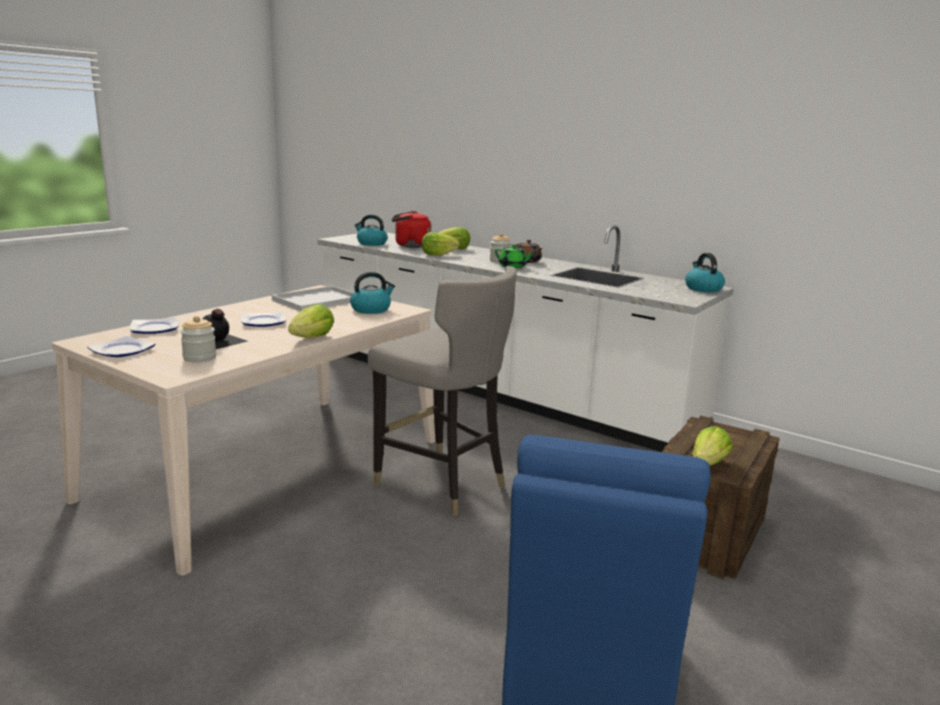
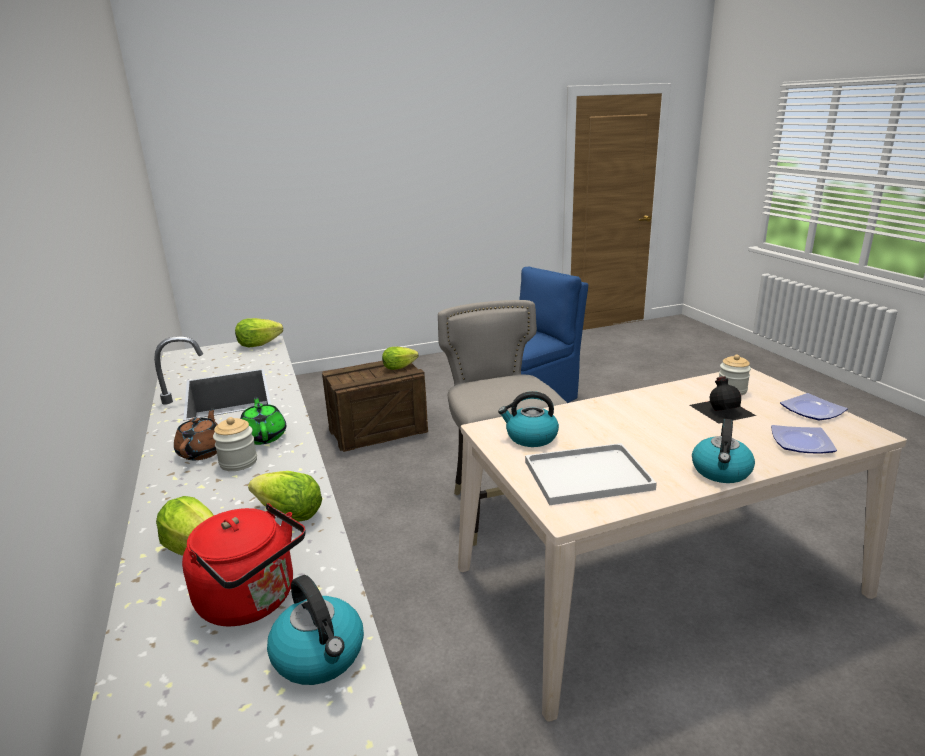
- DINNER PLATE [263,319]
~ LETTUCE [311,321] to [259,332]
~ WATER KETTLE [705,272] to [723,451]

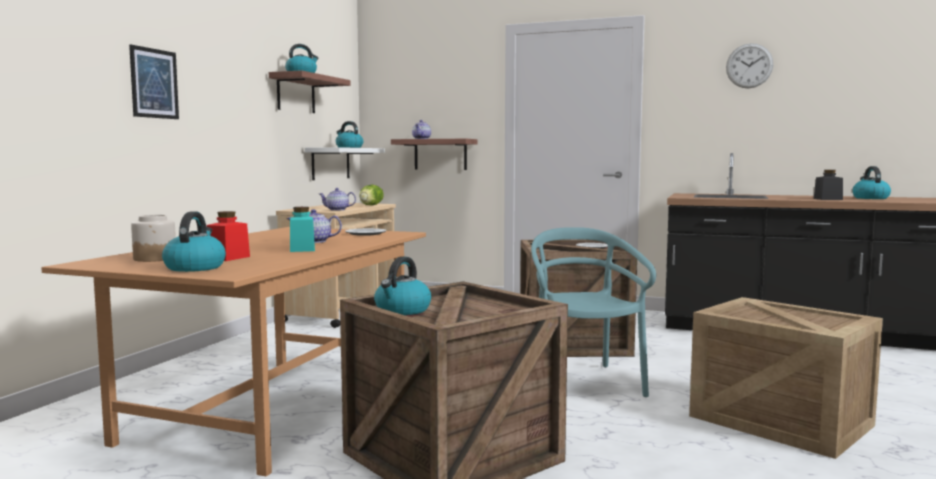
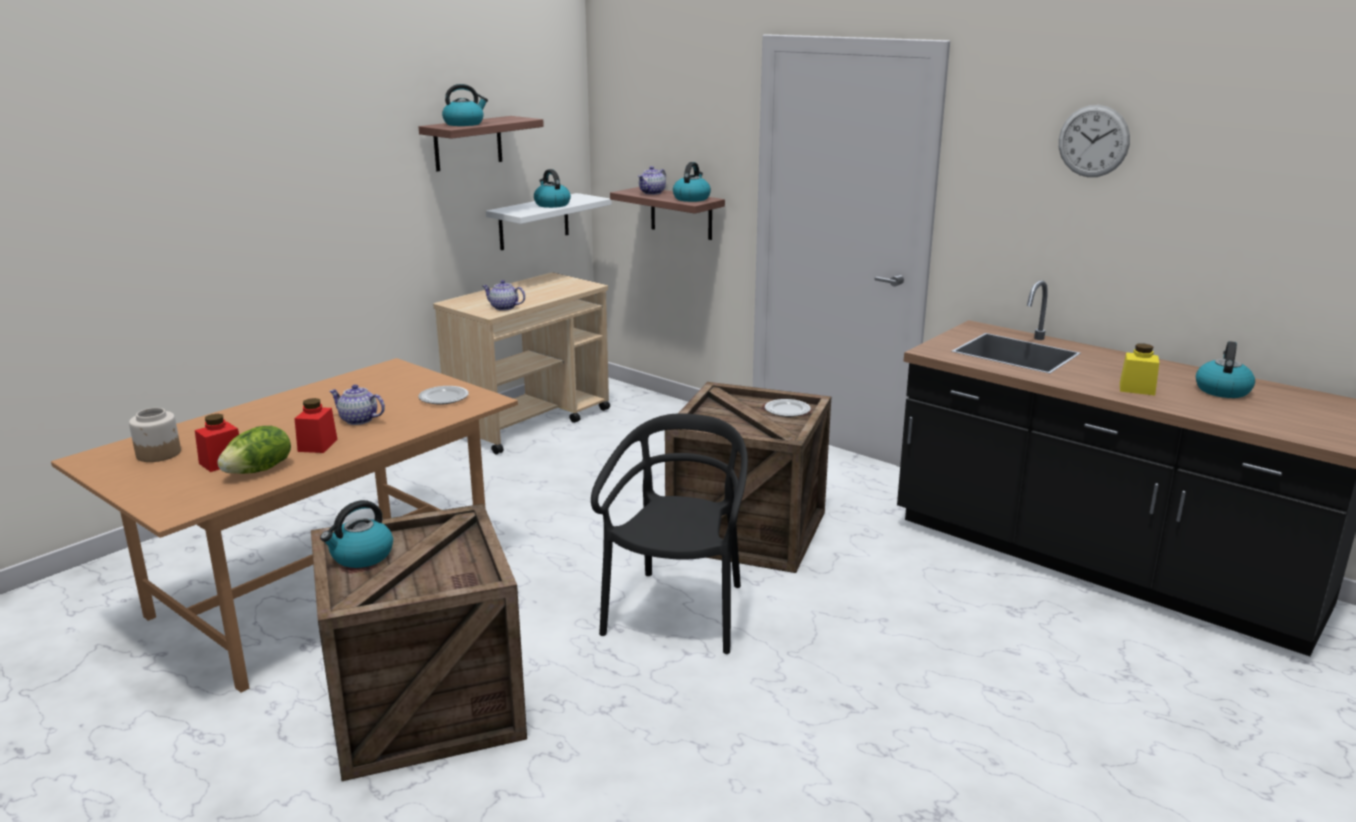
- WALL ART [154,81]
~ WATER KETTLE [194,242] to [692,182]
~ TURQUOISE PRESERVE JAR [302,229] to RED-COLOURED PRESERVE JAR [316,425]
~ LETTUCE [372,195] to [254,450]
~ TURQUOISE CHAIR [593,312] to BLACK-COLOURED CHAIR [669,533]
- CRATE [786,378]
~ BLACK-COLOURED PRESERVE JAR [828,185] to YELLOW-COLOURED PRESERVE JAR [1139,369]

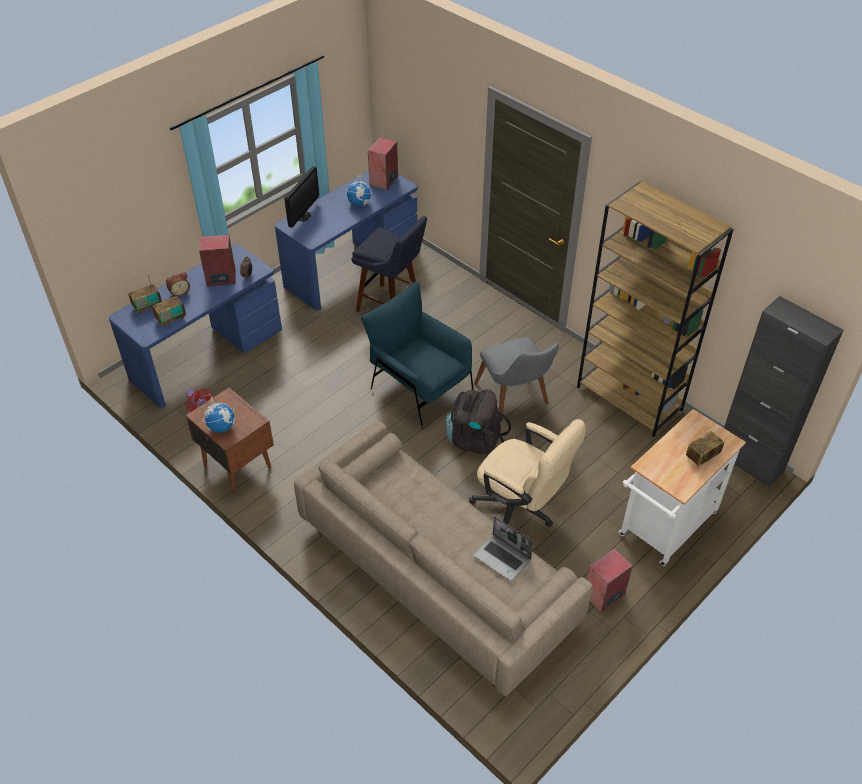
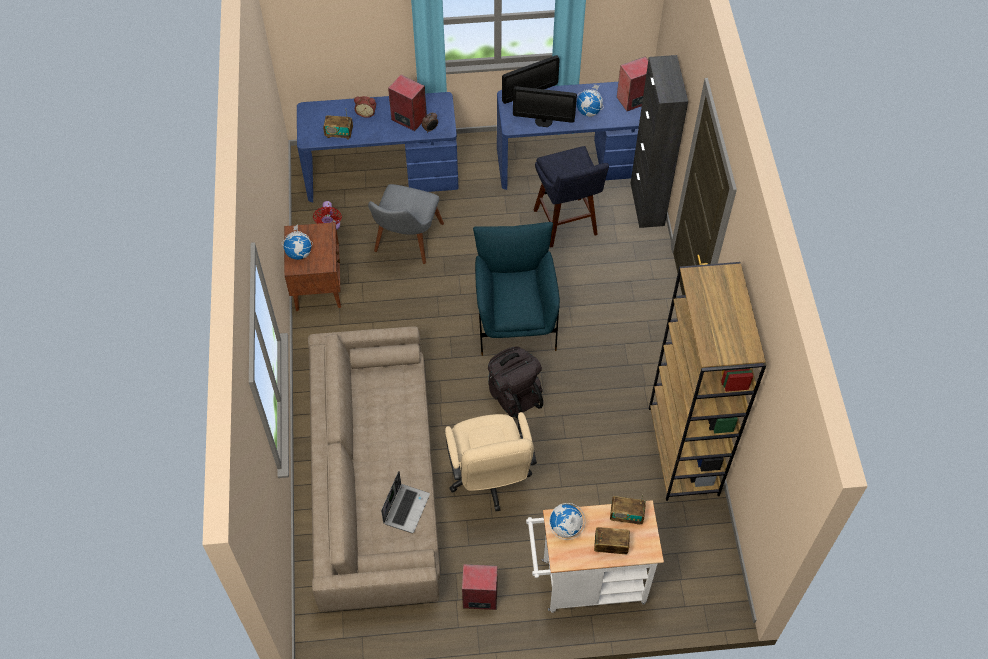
~ RADIO SET [145,294] to [628,510]
~ GREY CHAIR [516,375] to [406,224]
~ NOTEBOOK COMPUTER [503,548] = [405,502] 150 degrees counterclockwise
~ BLACK-COLOURED CUPBOARD [783,391] to [659,141]
+ MONITOR [545,106]
+ GLOBE [567,521]

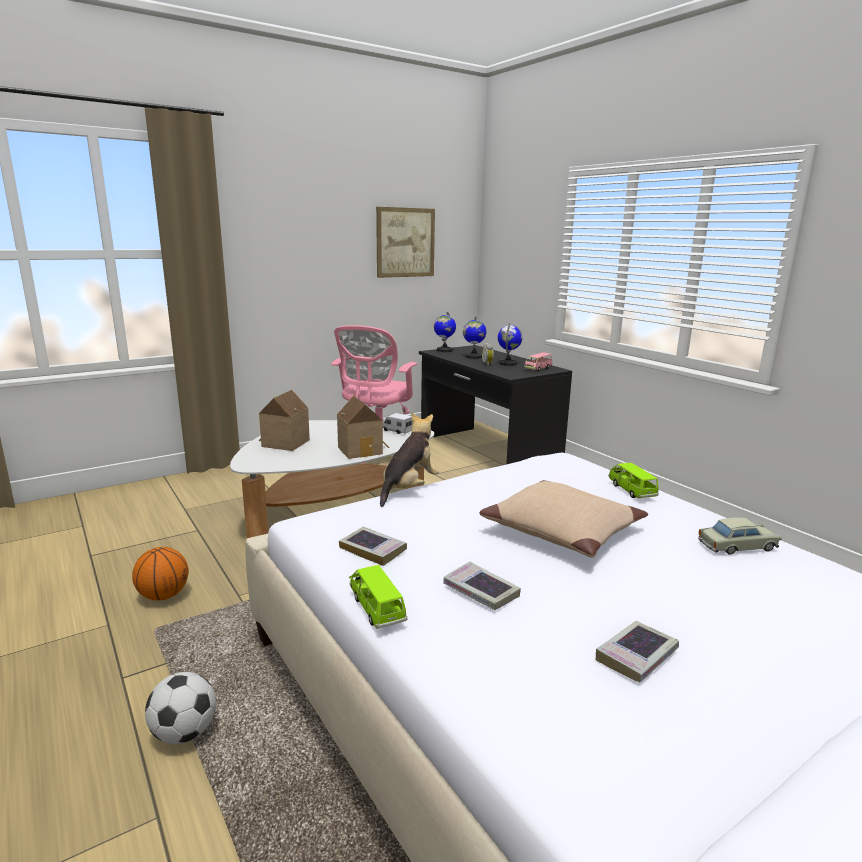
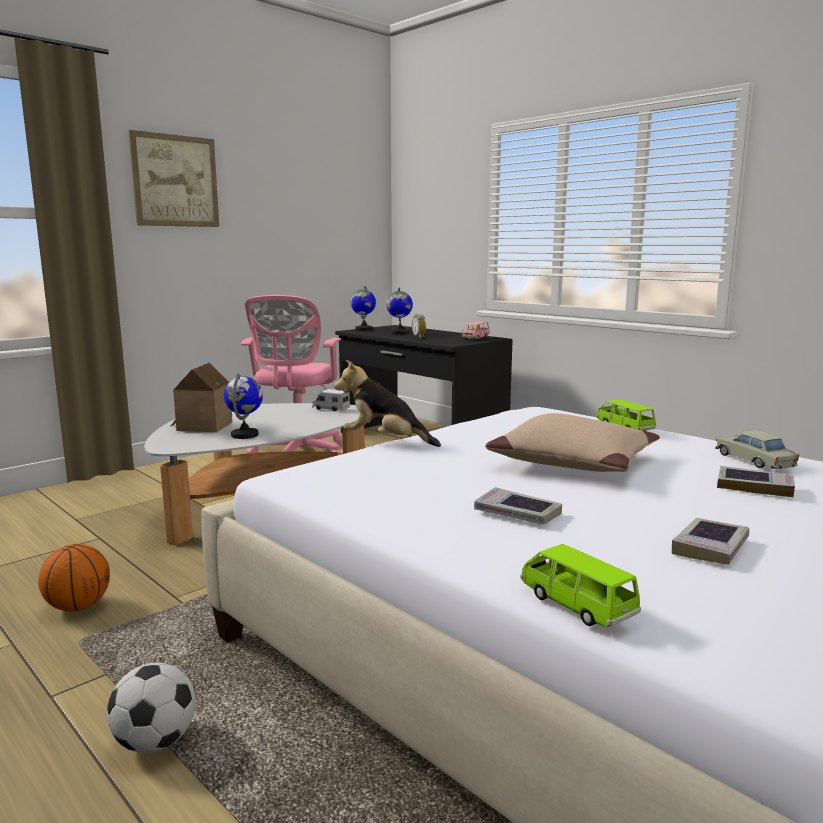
- TOY HOUSE [363,427]
~ BOOK [373,546] to [756,481]
~ GREEN-COLOURED MODEL CAR [378,597] to [580,585]
~ WALL ART [405,242] to [173,178]
~ PLUSH TOY [409,460] = [387,403] 90 degrees counterclockwise
~ GLOBE [510,344] to [243,406]
~ BEIGE MODEL CAR [740,536] = [757,449] 90 degrees counterclockwise

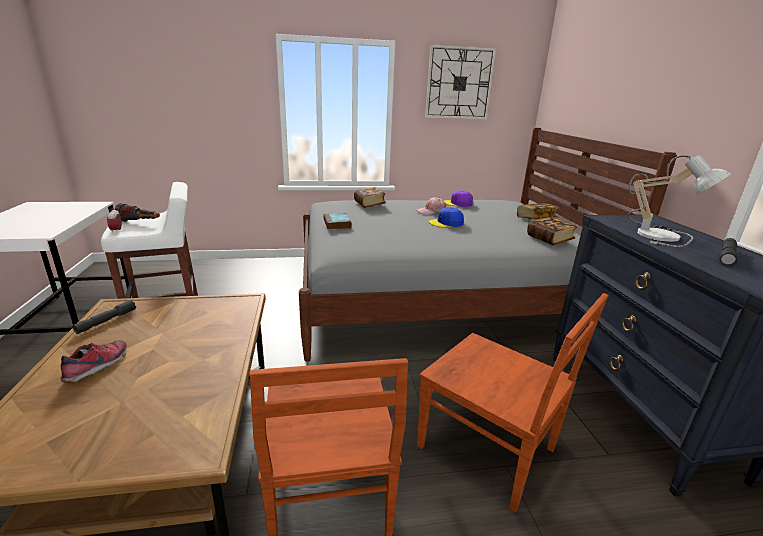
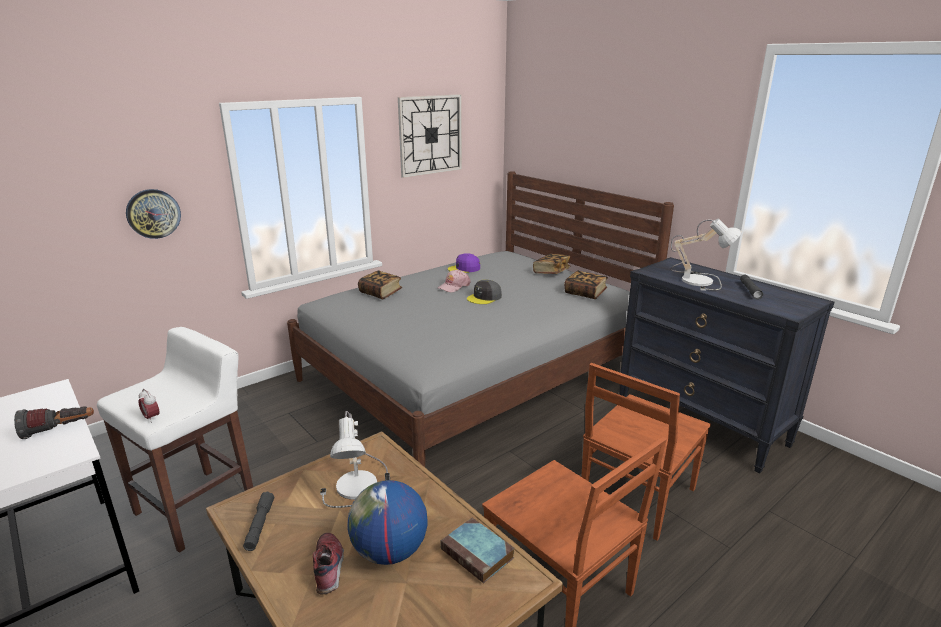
~ TORCH [137,212] to [54,422]
~ BOOK [337,221] to [477,550]
~ BROWNISH CHAIR [513,402] = [646,452] 120 degrees clockwise
~ BLUE BASEBALL CAP [446,217] to GREY BASEBALL CAP [484,292]
+ WALL CLOCK [153,214]
+ TABLETOP LAMP [355,459]
+ GLOBE [387,522]

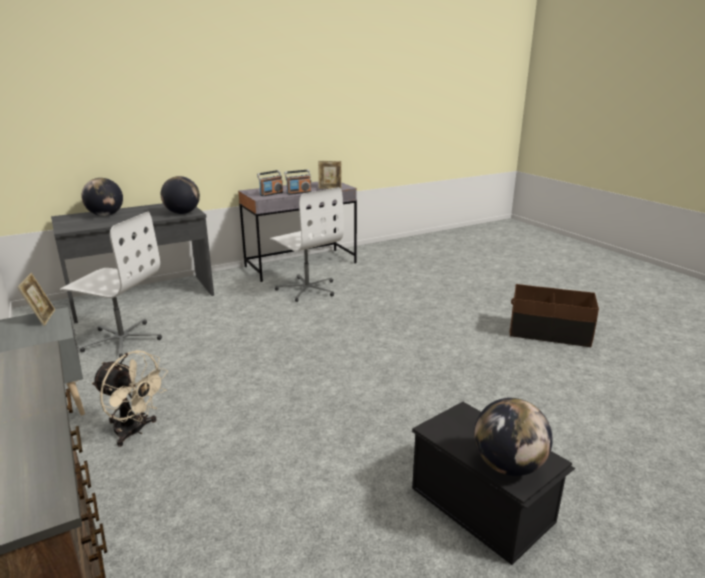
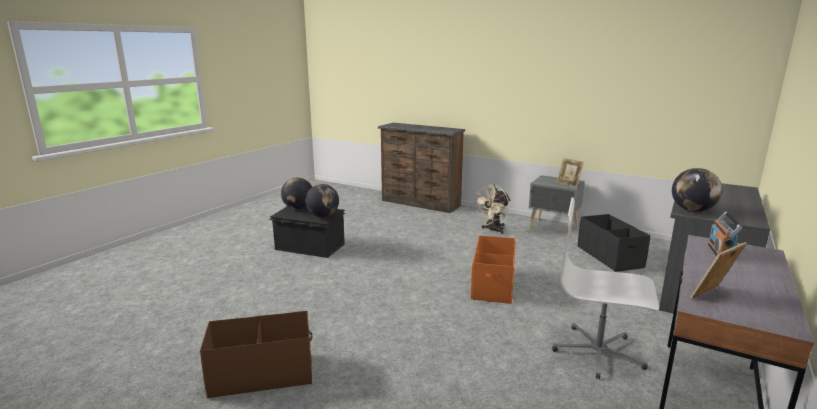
~ WHITE DESK CHAIR [111,285] to BLACK-COLOURED STORAGE CONTAINER [614,243]
~ GLOBE [102,197] to [322,200]
~ BEIGE COOLING FAN [130,398] = [492,209] 45 degrees counterclockwise
- RADIO SET [298,182]
+ ORANGEY STORAGE CONTAINER [493,269]

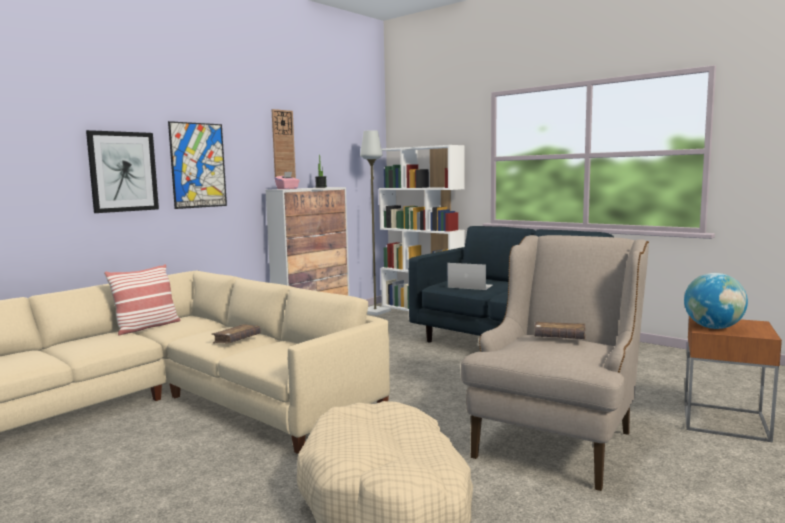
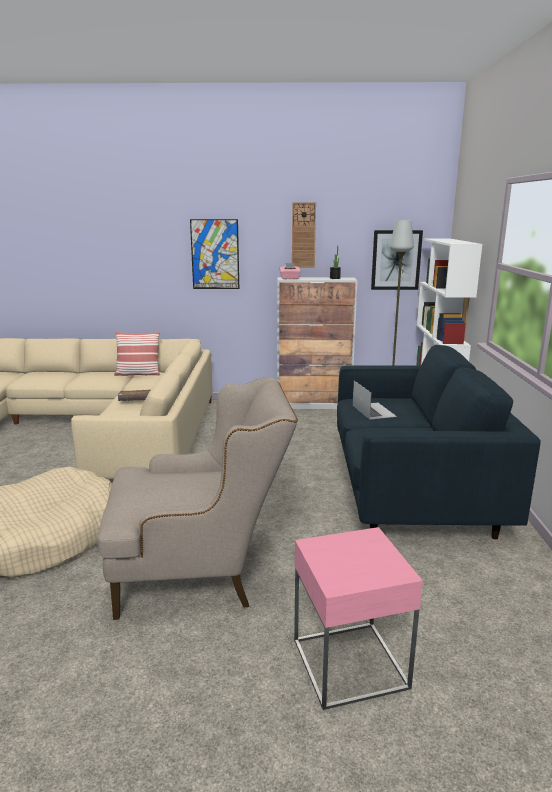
~ WALL ART [122,171] to [397,260]
- BROWNISH BOOK [560,330]
- GLOBE [716,301]
~ BROWNISH END TABLE [733,379] to PINK-COLOURED END TABLE [358,618]

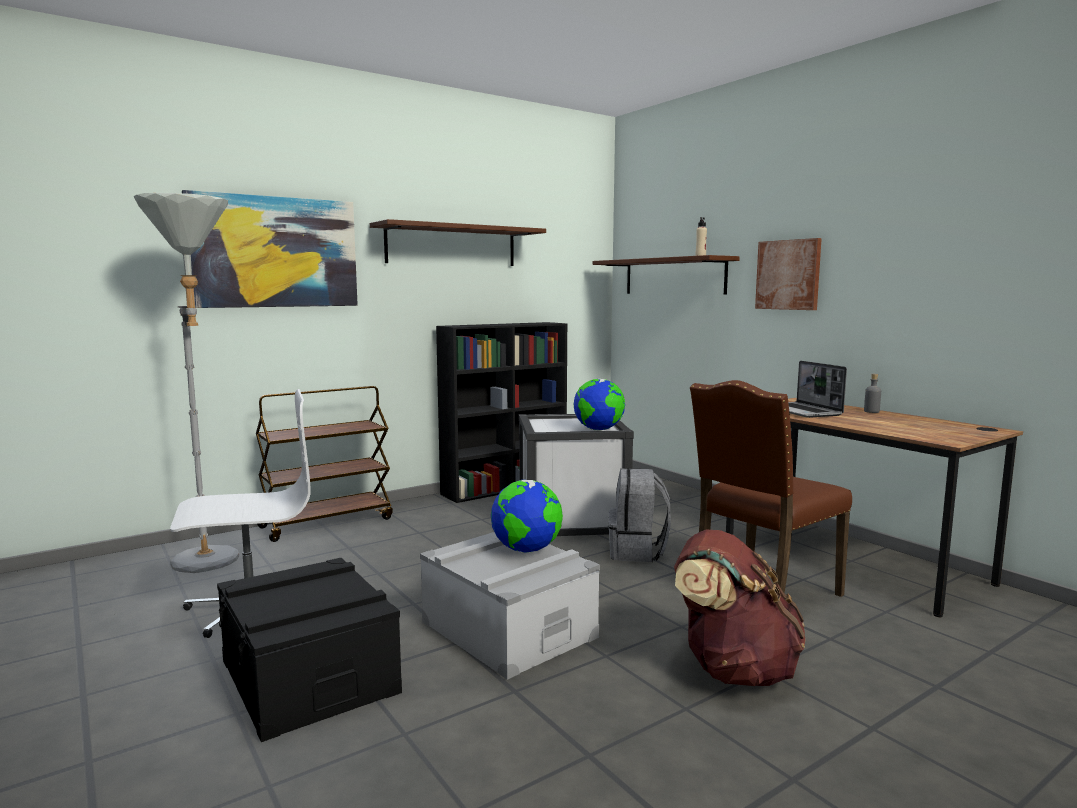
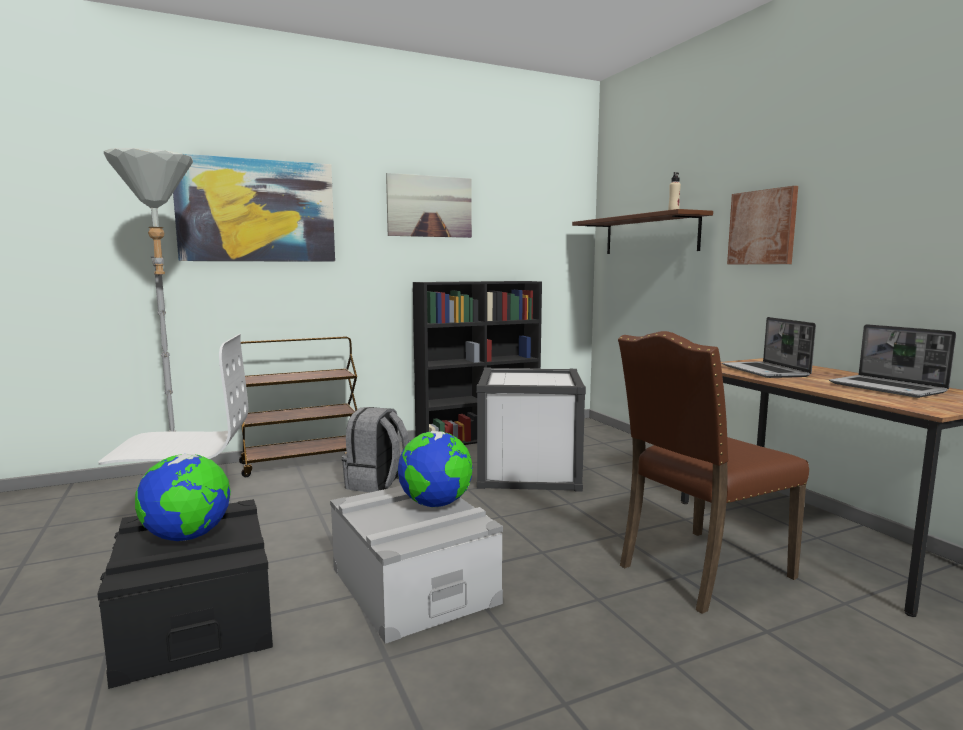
~ BROWNISH BRACKET SHELF [458,242] to WALL ART [429,205]
~ GLOBE [599,405] to [183,497]
~ GREY KNAPSACK [639,515] to [375,449]
- BROWNISH KNAPSACK [739,607]
- GREY BEVERAGE BOTTLE [872,393]
+ NOTEBOOK COMPUTER [892,361]

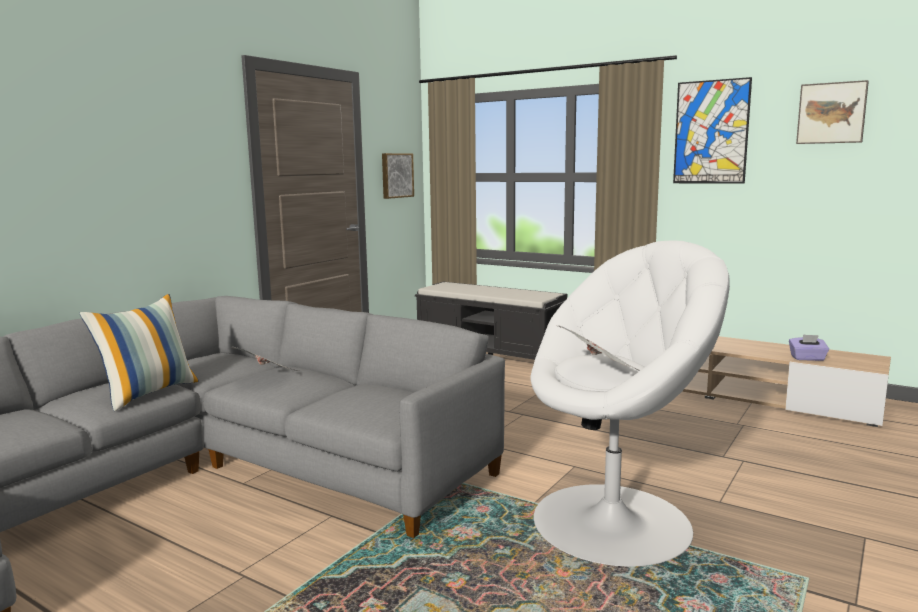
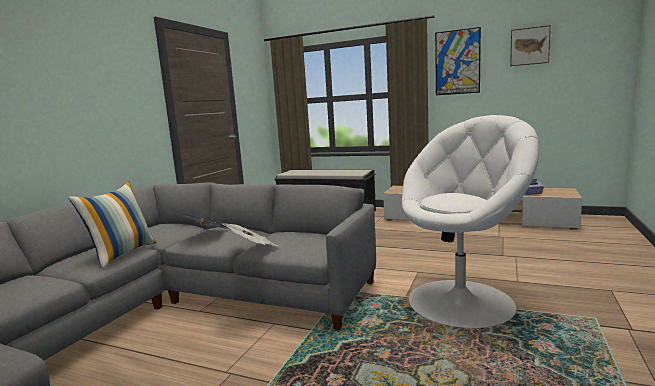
- WALL ART [398,176]
~ NEWSPAPER [598,347] to [249,234]

